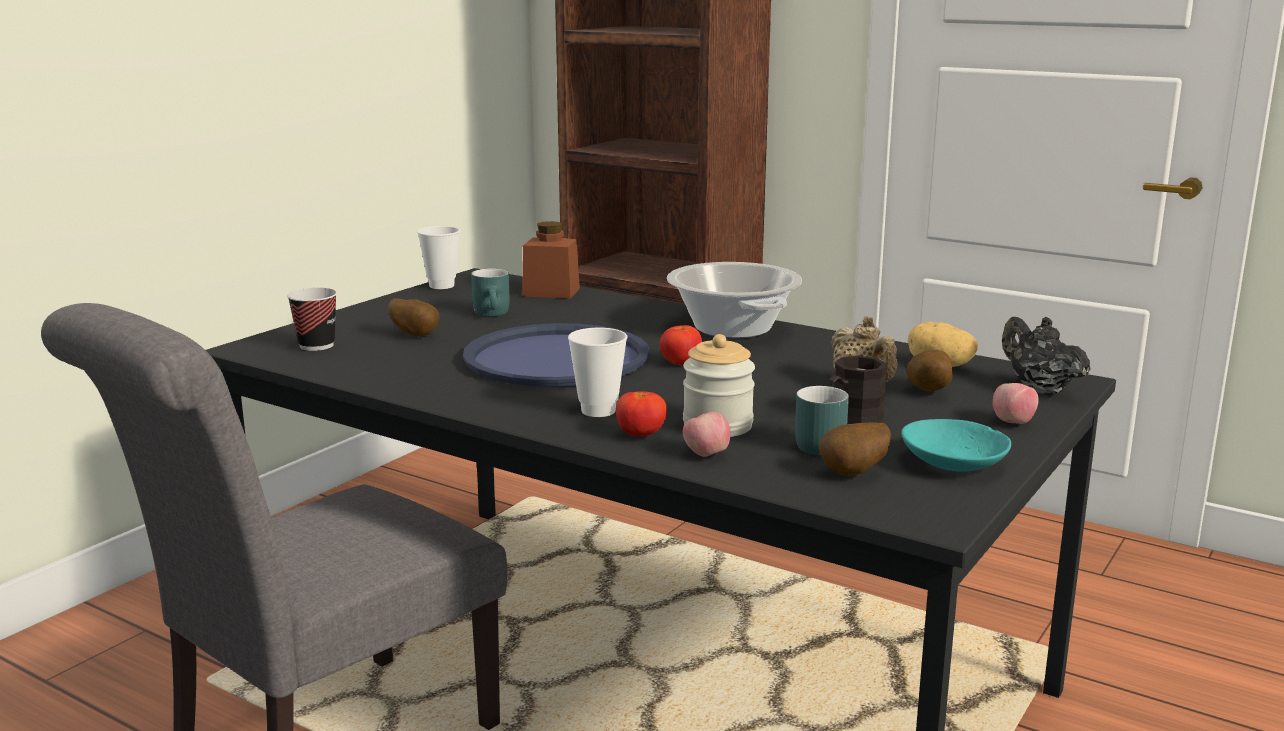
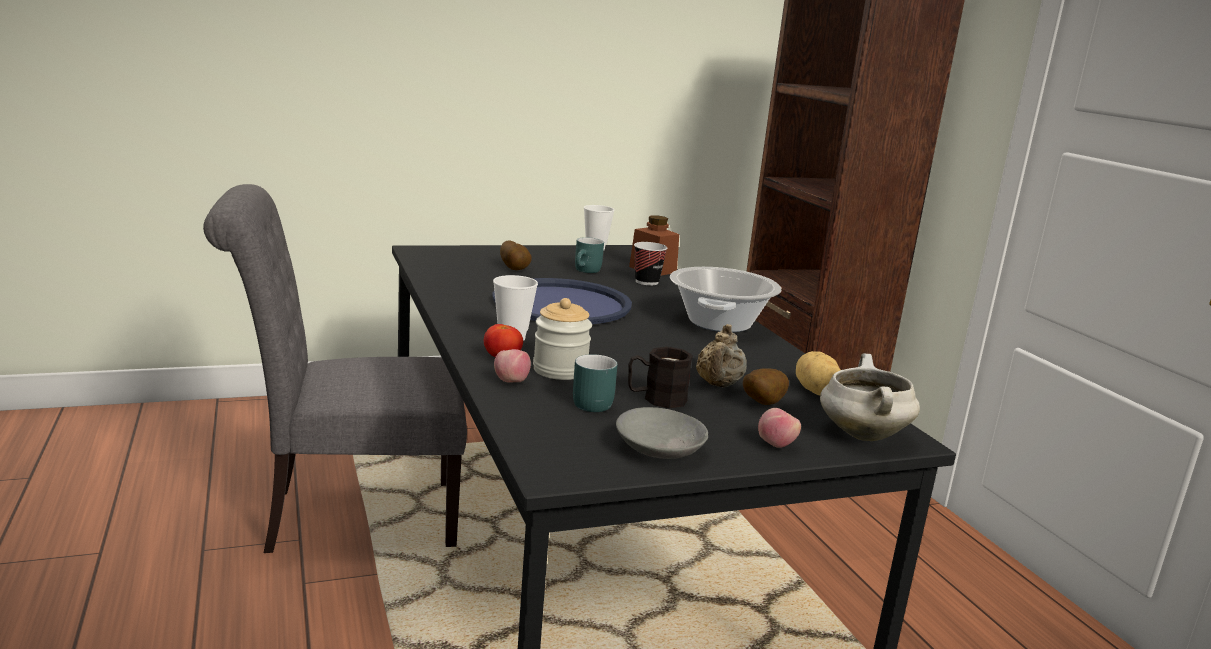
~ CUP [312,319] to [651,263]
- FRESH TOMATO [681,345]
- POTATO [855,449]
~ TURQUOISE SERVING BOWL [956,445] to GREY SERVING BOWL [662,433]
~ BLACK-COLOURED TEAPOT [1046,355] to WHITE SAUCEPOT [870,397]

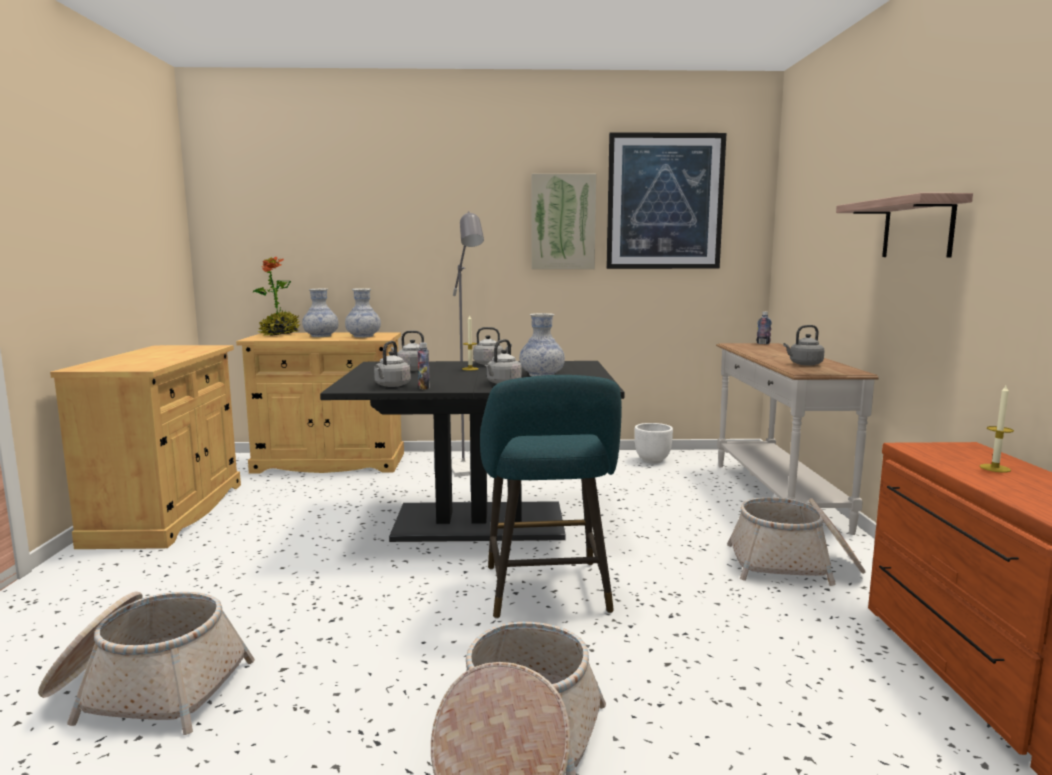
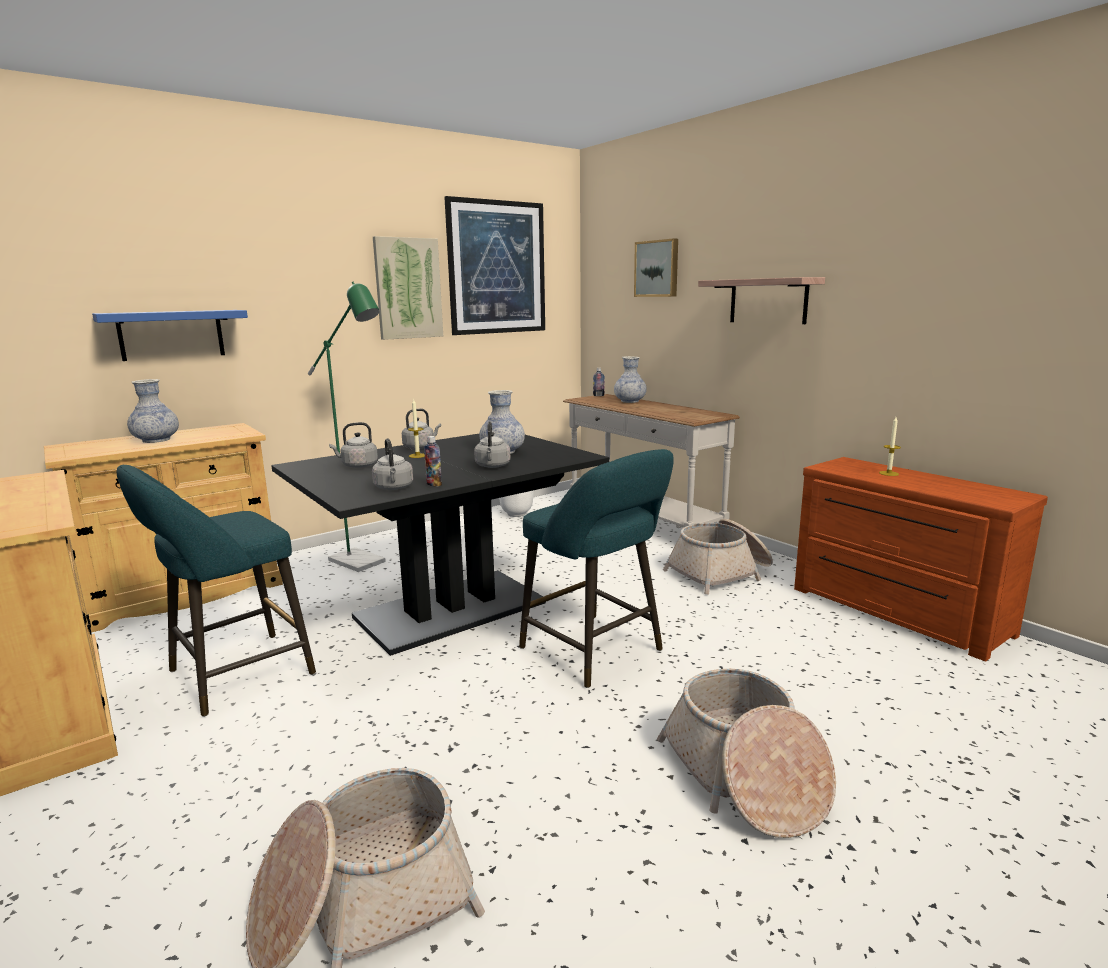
- POTTED PLANT [276,296]
~ DECORATIVE VASE [363,313] to [630,379]
~ GREY FLOOR LAMP [467,344] to GREEN-COLOURED FLOOR LAMP [347,426]
- GREY WATER KETTLE [804,345]
+ BLUE BRACKET SHELF [170,335]
+ TURQUOISE SITTING STOOL [216,591]
+ WALL ART [656,267]

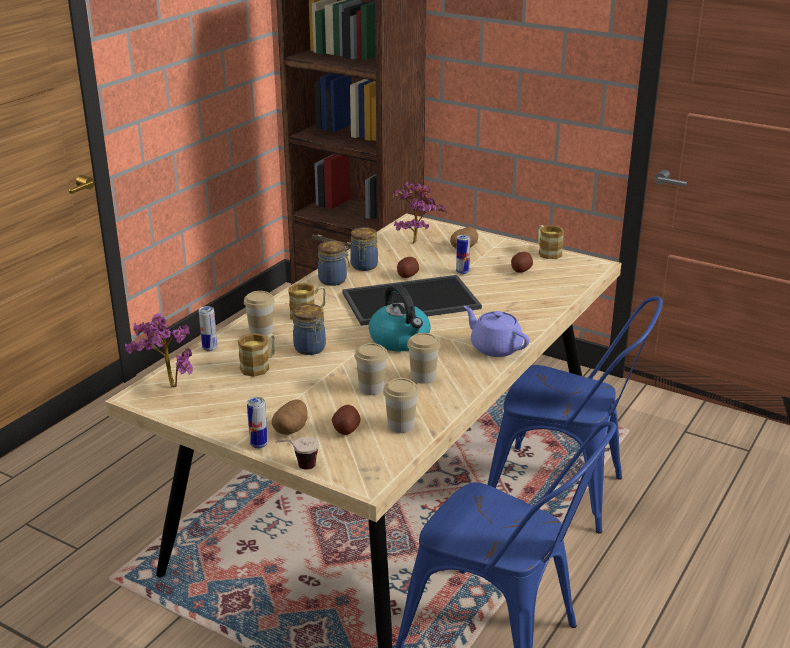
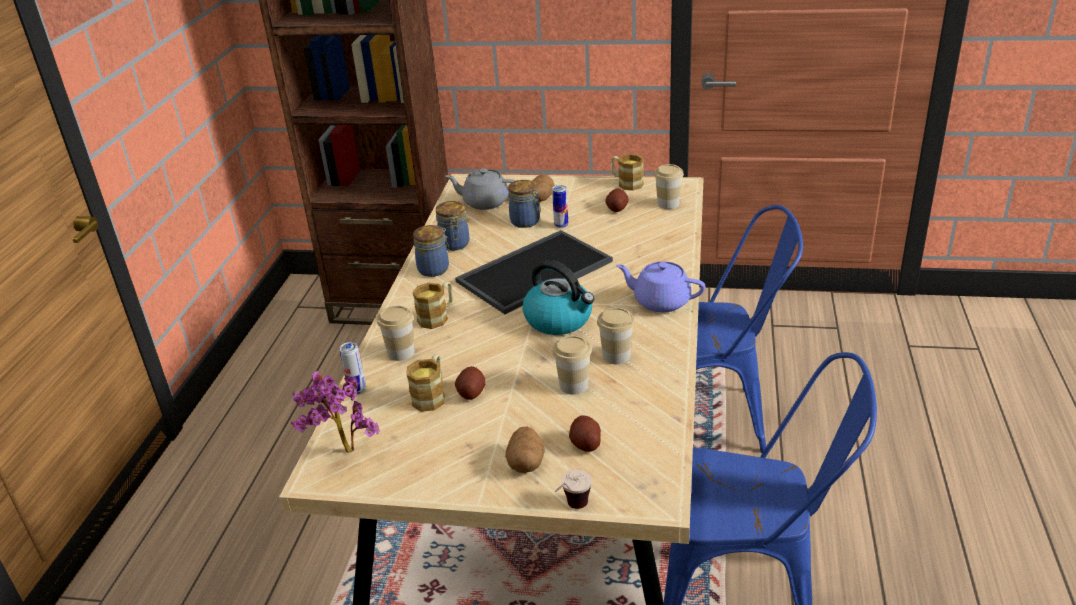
- CAN [257,423]
~ PRESERVE JAR [309,329] to [524,204]
~ CUP [401,405] to [669,186]
~ POTTED PLANT [419,212] to GREY TEAPOT [480,189]
~ POTATO [408,267] to [470,383]

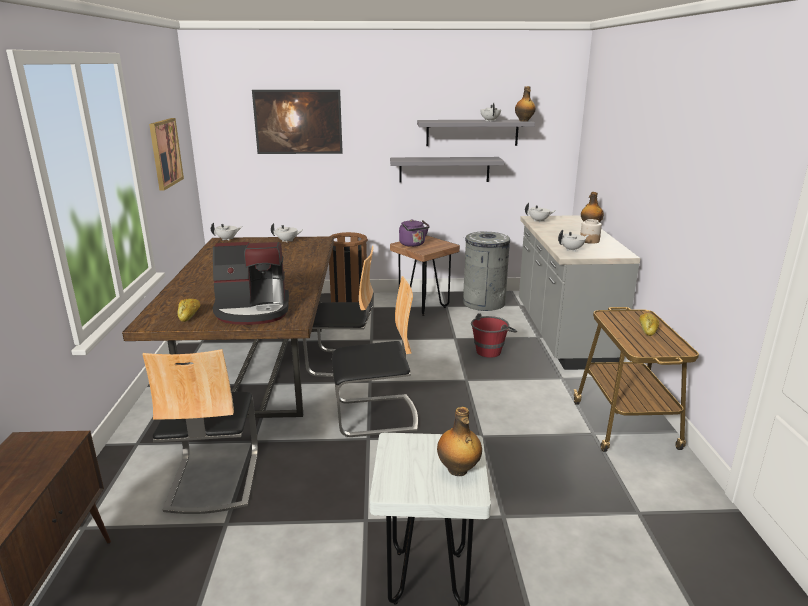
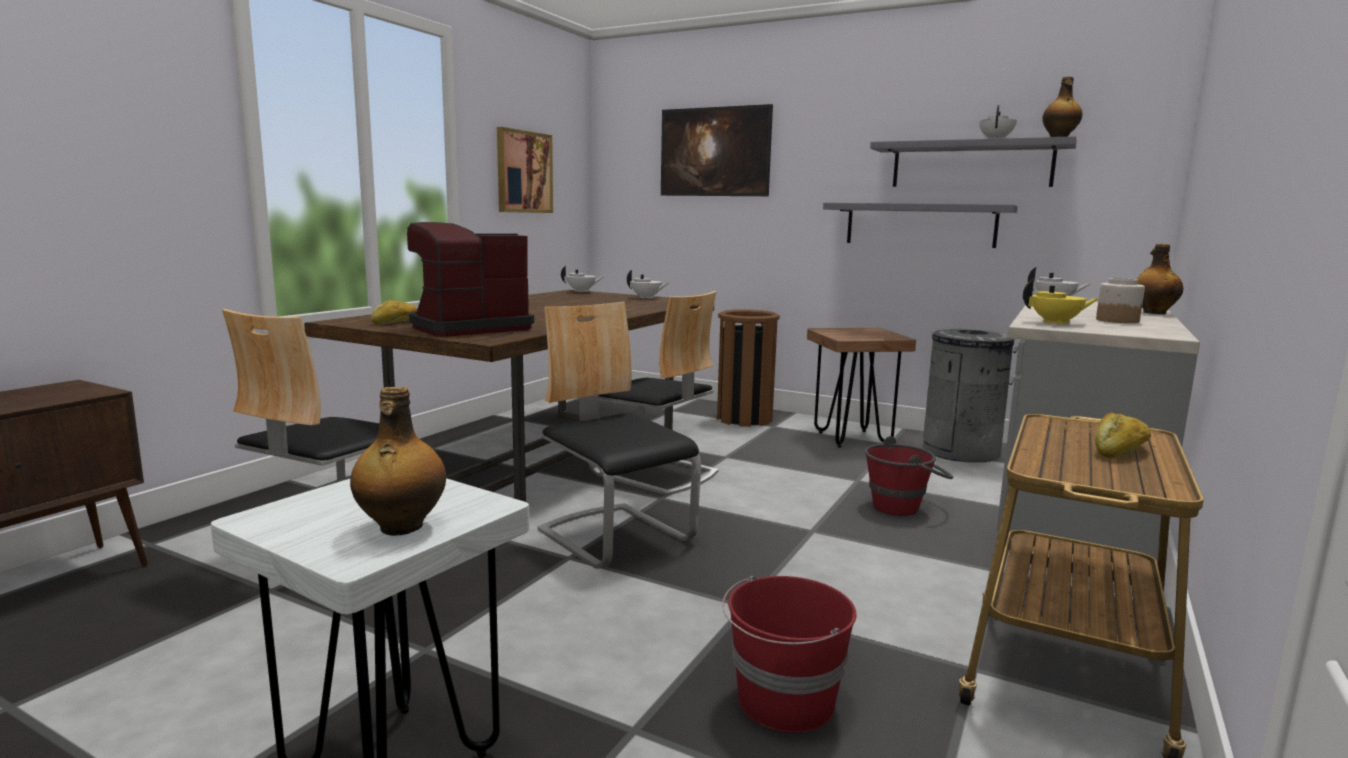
~ COFFEE MACHINE [251,283] = [470,279] 120 degrees clockwise
~ CHAIR [375,356] = [619,435] 150 degrees counterclockwise
- PURPLE-COLOURED WATER KETTLE [414,233]
~ WHITE TEAPOT [573,241] to YELLOW-COLOURED TEAPOT [1061,302]
+ RED-COLOURED PAIL [789,654]

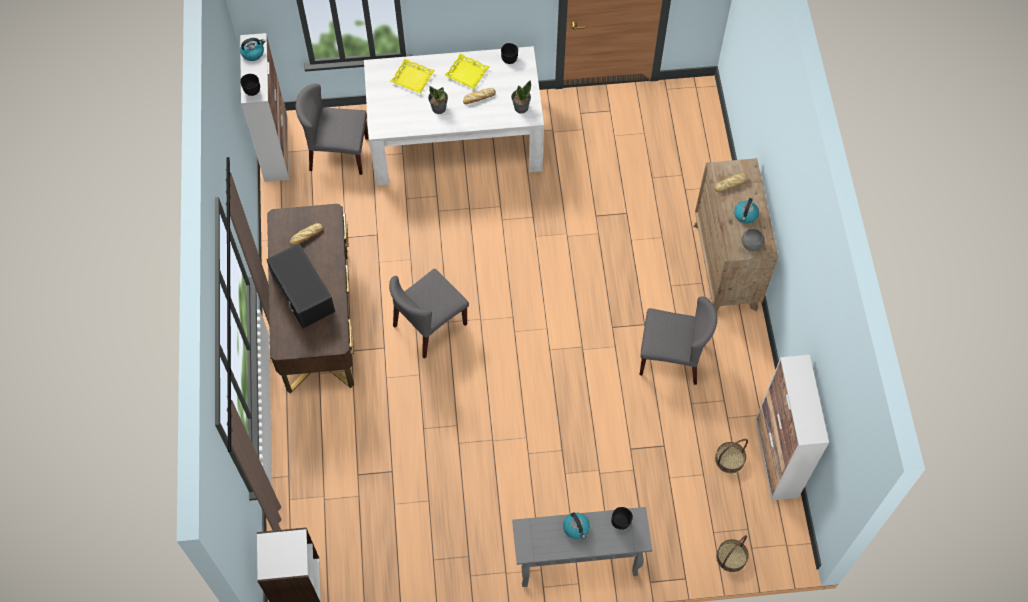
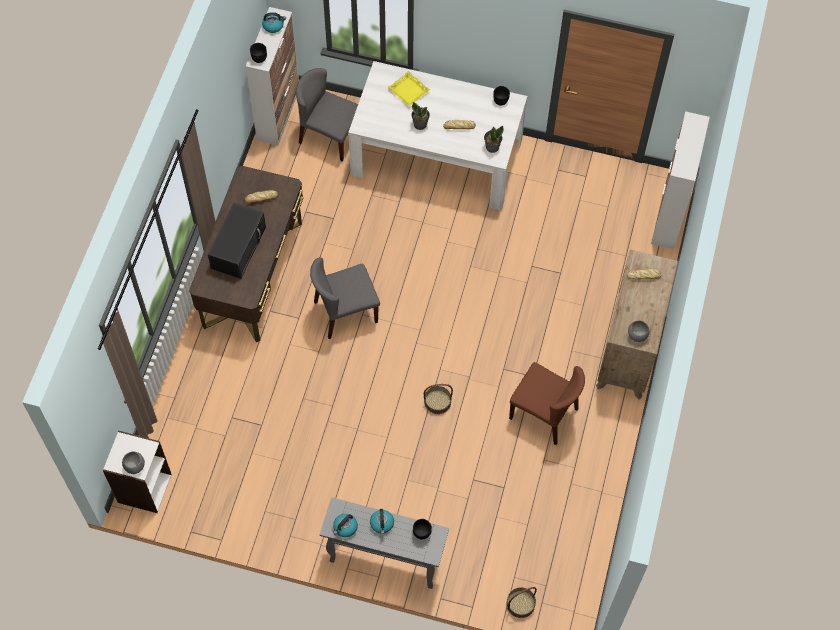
~ BLACK-COLOURED KITCHEN MICROWAVE [300,285] = [237,241] 150 degrees counterclockwise
- YELLOW-COLOURED TRAY [466,71]
~ GREY CHAIR [678,341] to BROWNISH CHAIR [547,403]
~ HOUSEHOLD BASKET [731,456] to [438,399]
~ WATER KETTLE [746,210] to [345,525]
~ CUPBOARD [792,428] to [680,180]
+ GREY SERVING BOWL [133,462]

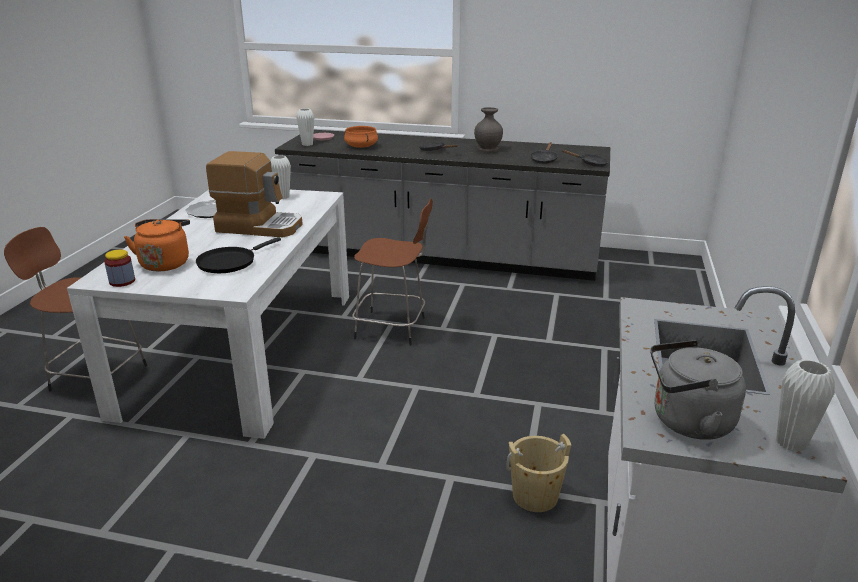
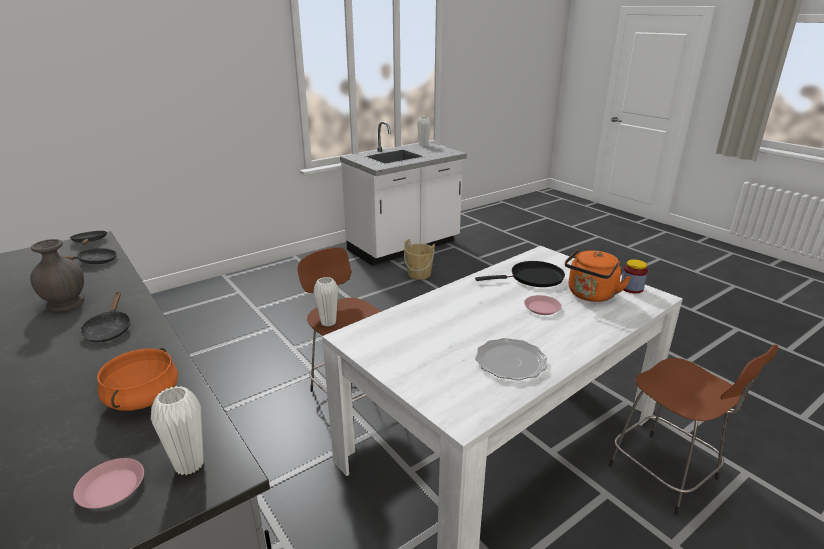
- COFFEE MACHINE [254,194]
~ WHITE DECORATIVE VASE [281,177] to [325,301]
- GREY WATER KETTLE [698,390]
+ PINK-COLOURED DINNER PLATE [542,305]

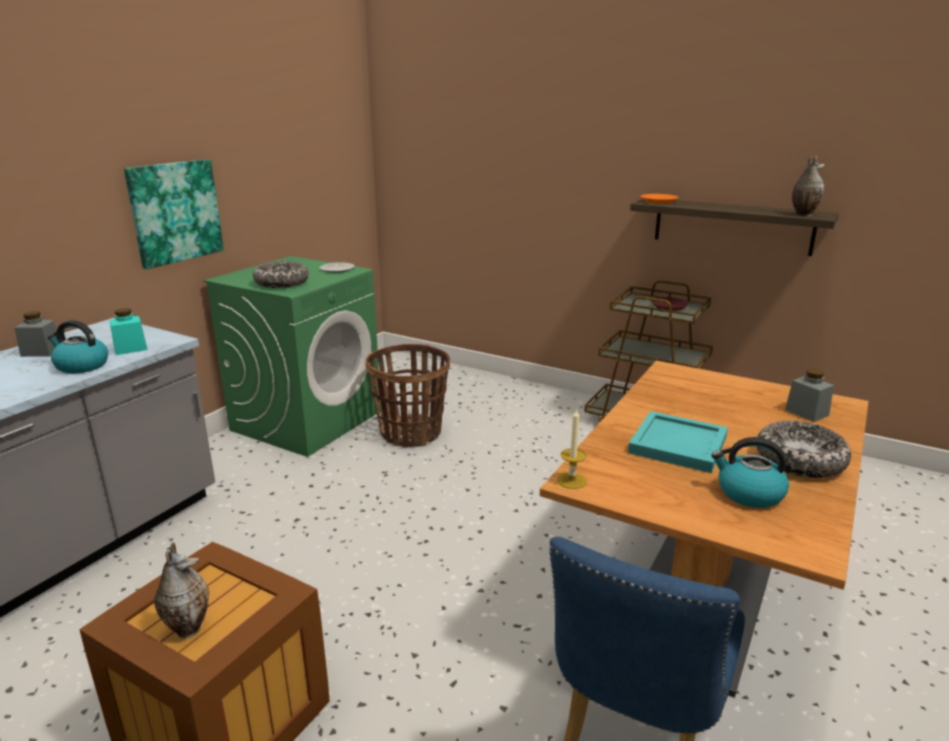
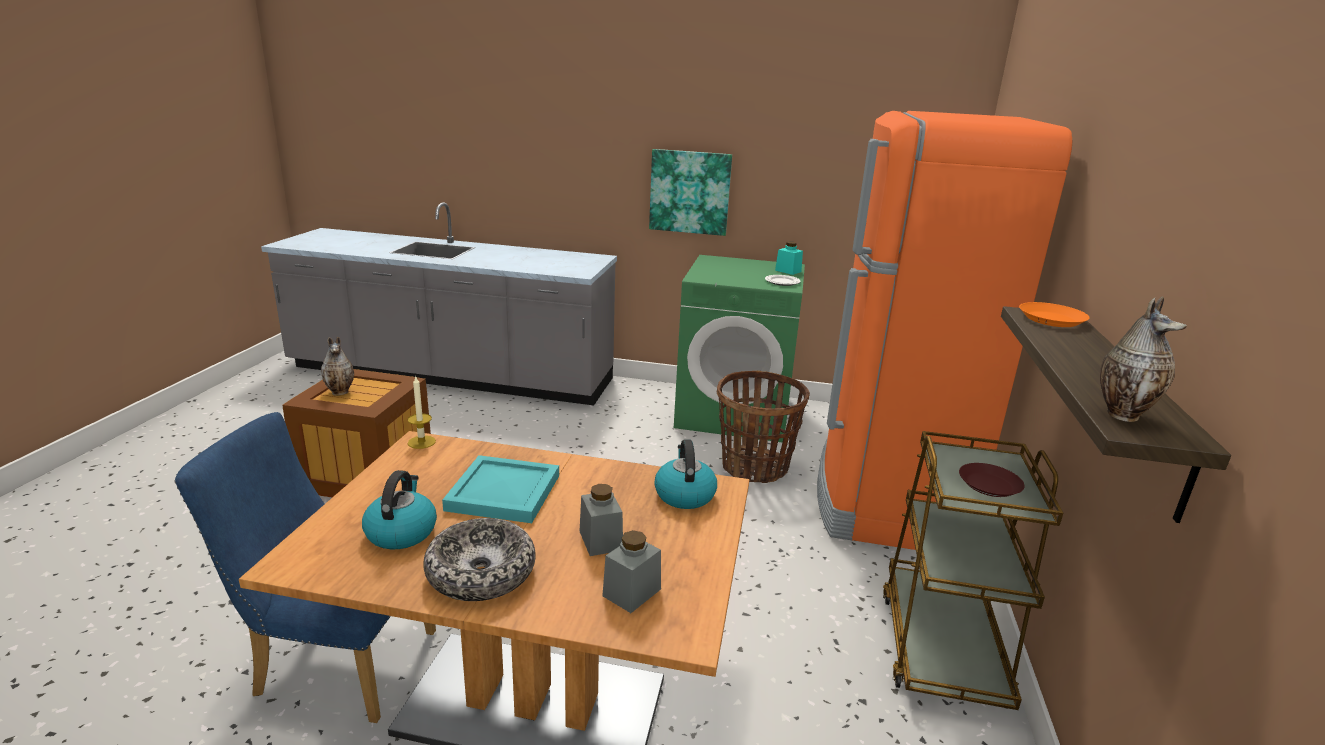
~ GREY PRESERVE JAR [35,334] to [601,520]
~ WATER KETTLE [77,347] to [685,474]
~ TURQUOISE PRESERVE JAR [129,331] to [789,258]
- SERVING BOWL [281,274]
+ ORANGEY FRIDGE [944,330]

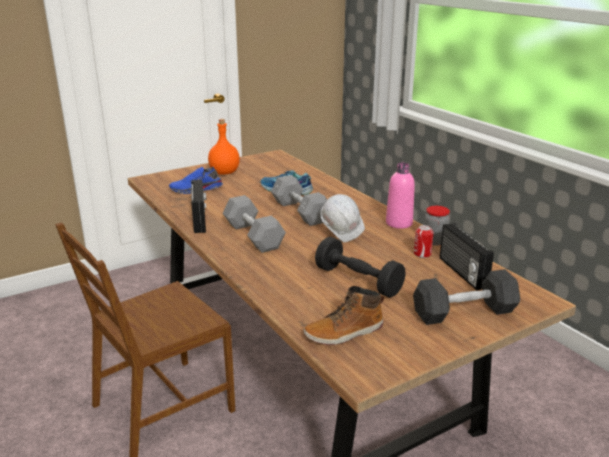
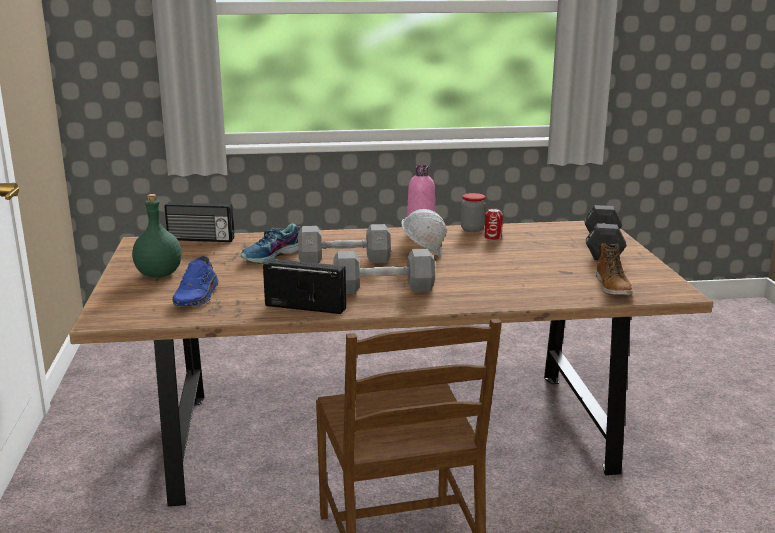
~ ORANGEY BEVERAGE BOTTLE [224,147] to GREEN-COLOURED BEVERAGE BOTTLE [157,235]
- BLACK-COLOURED FREE WEIGHT [360,267]
~ RADIO SET [467,256] to [199,222]

